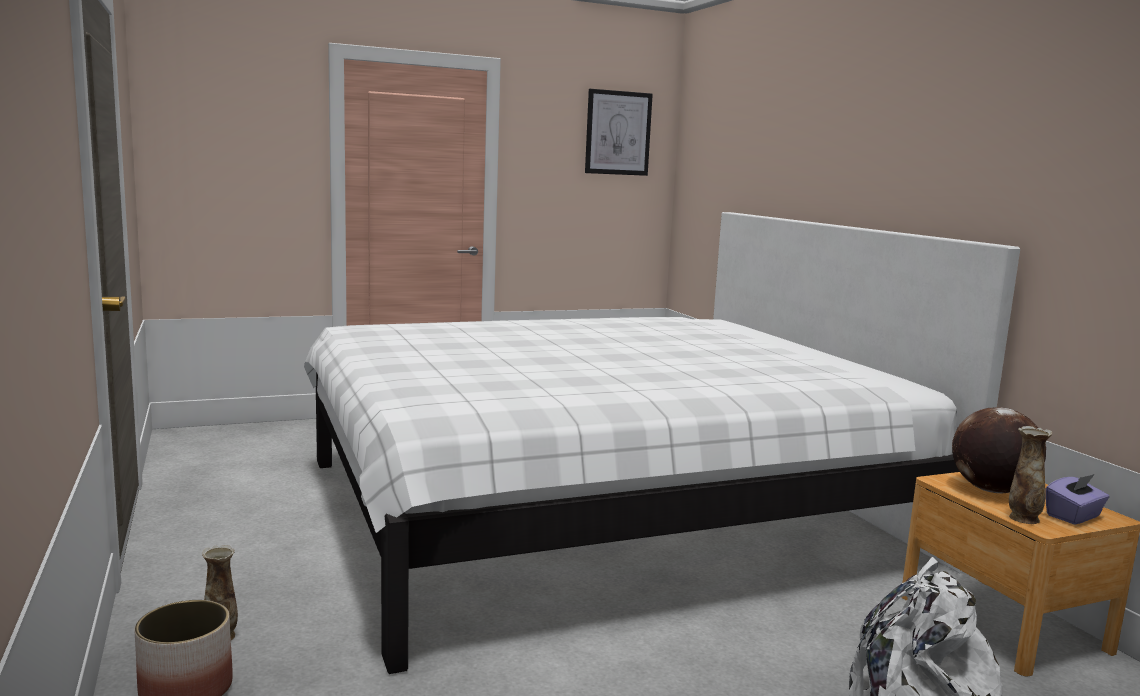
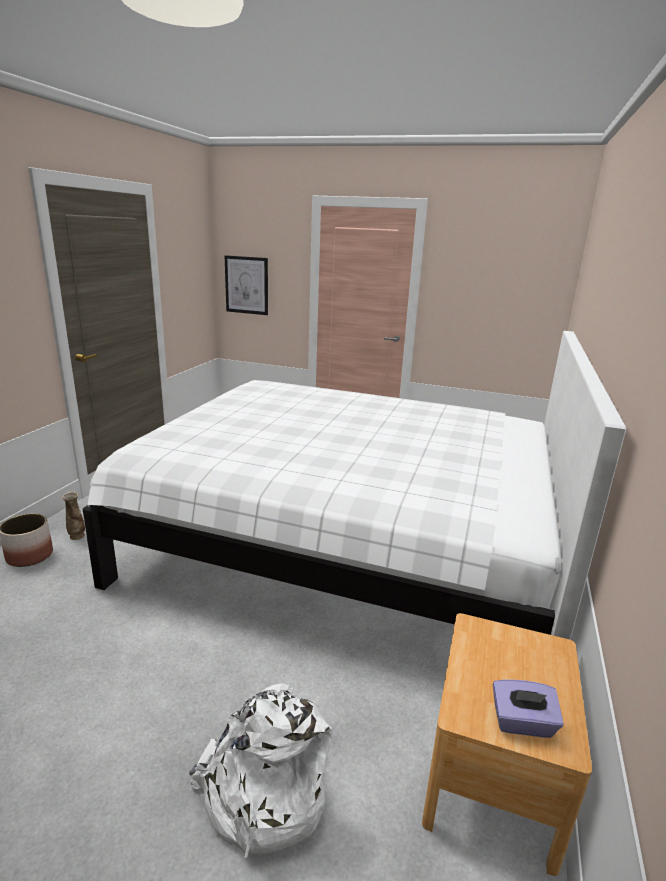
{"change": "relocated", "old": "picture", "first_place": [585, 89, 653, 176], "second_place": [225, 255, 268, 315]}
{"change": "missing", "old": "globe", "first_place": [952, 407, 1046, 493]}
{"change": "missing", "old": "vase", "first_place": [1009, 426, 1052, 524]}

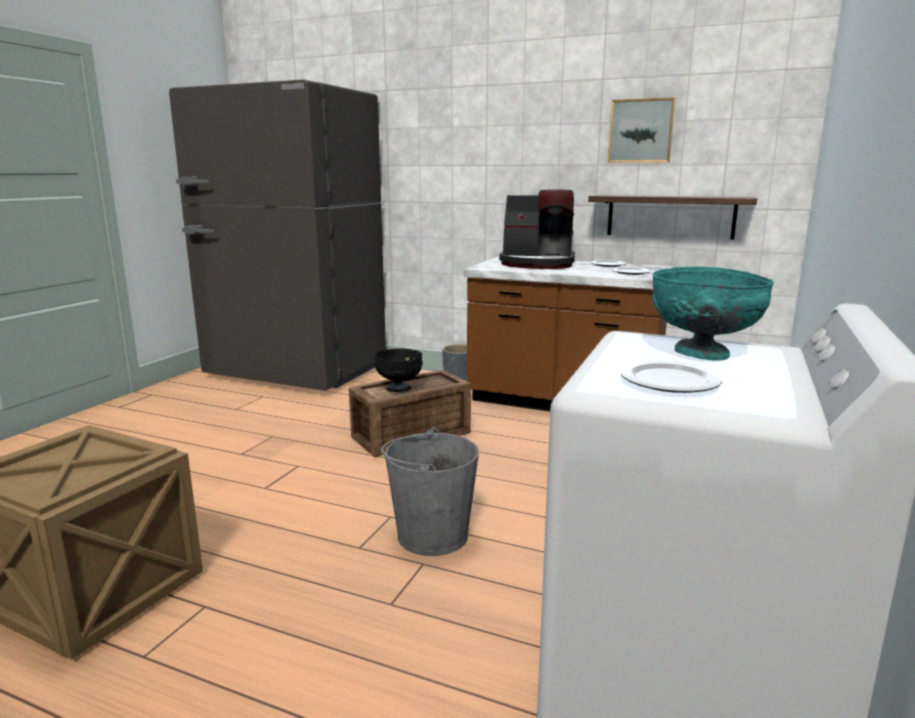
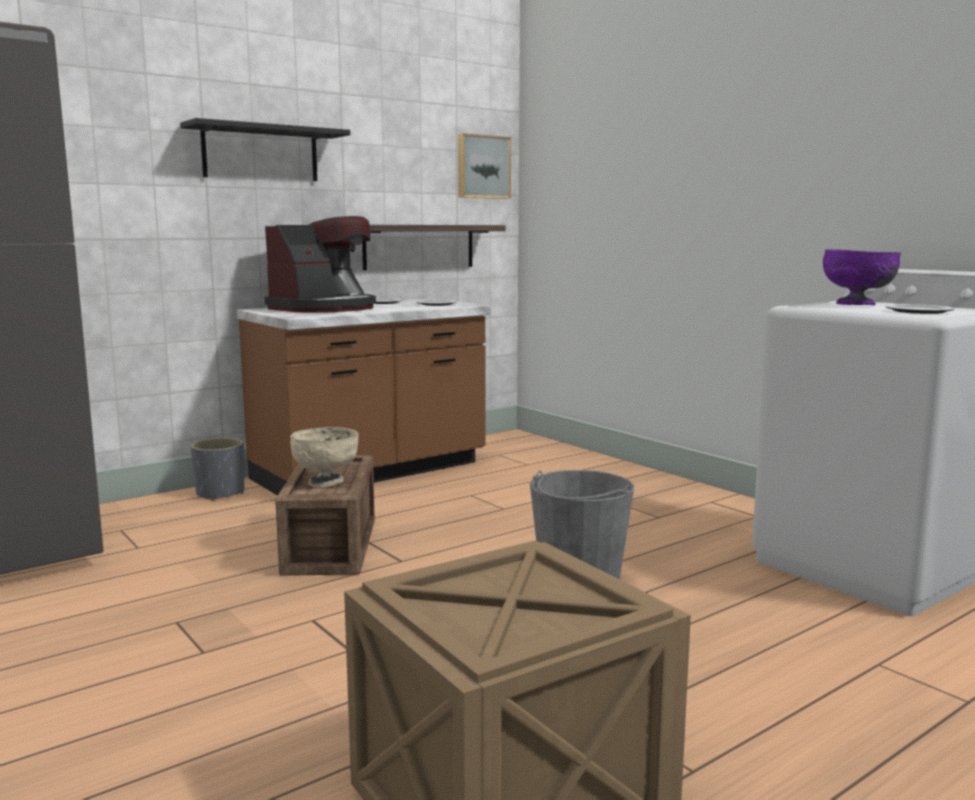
{"change": "colour", "old": "black bowl", "new": "beige bowl", "first_place": [375, 349, 423, 392], "second_place": [290, 427, 359, 487]}
{"change": "relocated", "old": "picture", "first_place": [608, 97, 675, 163], "second_place": [458, 133, 511, 199]}
{"change": "colour", "old": "turquoise bowl", "new": "purple bowl", "first_place": [652, 267, 774, 361], "second_place": [823, 249, 901, 306]}
{"change": "appeared", "new": "black shelf", "second_place": [180, 118, 350, 181]}

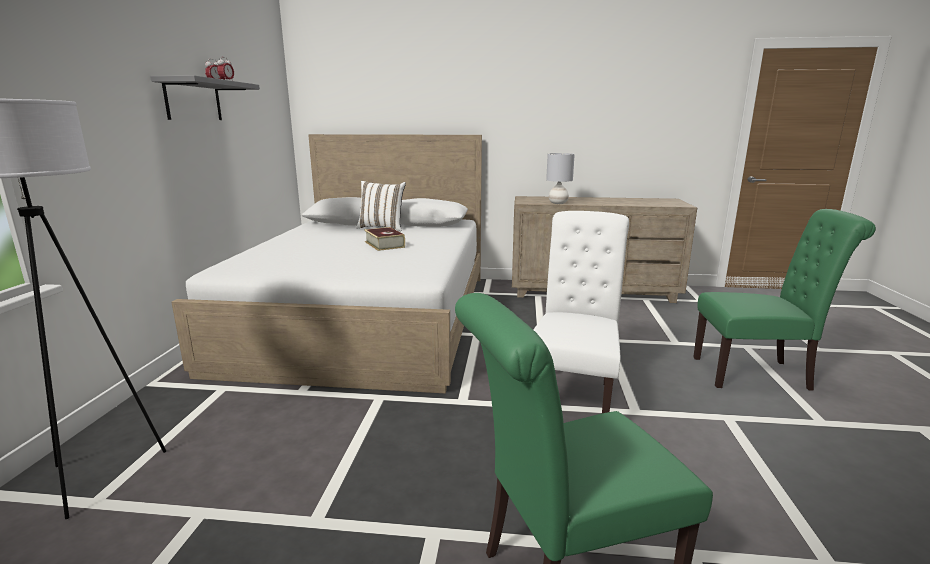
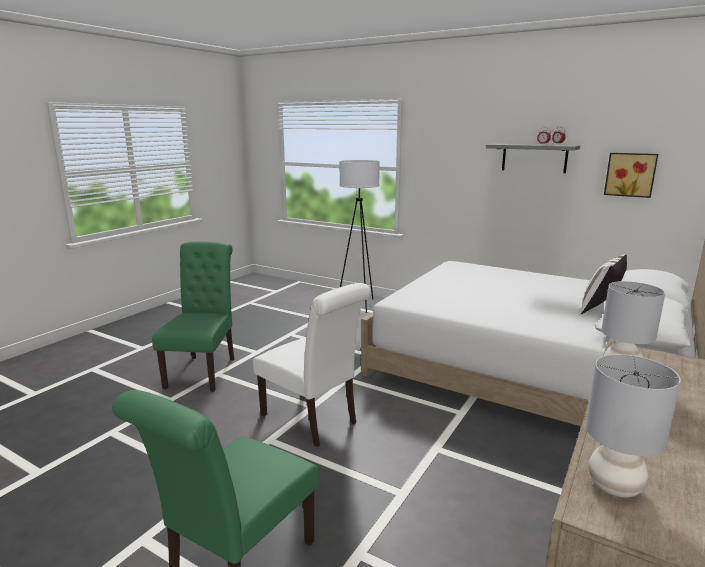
{"change": "missing", "old": "book", "first_place": [364, 227, 405, 251]}
{"change": "appeared", "new": "grey table lamp", "second_place": [586, 354, 681, 498]}
{"change": "appeared", "new": "picture", "second_place": [604, 153, 658, 198]}

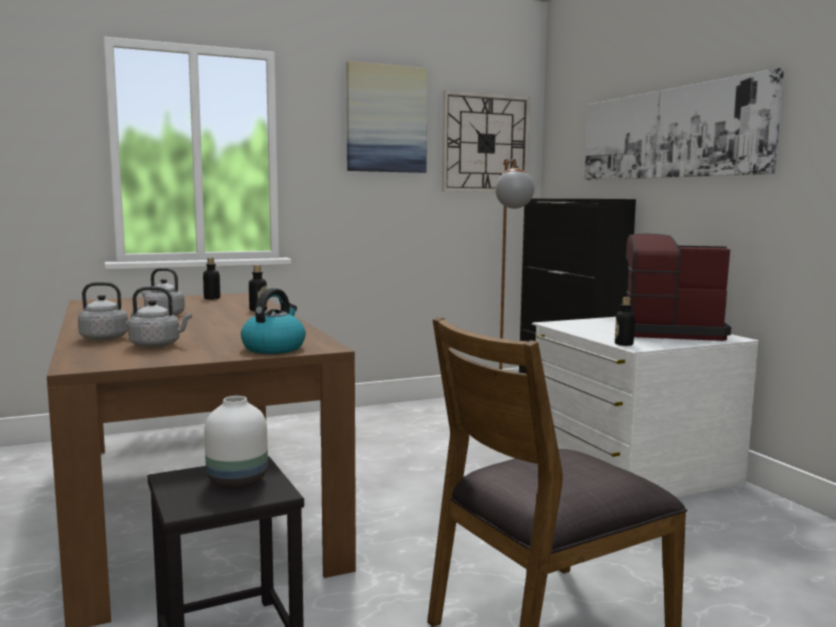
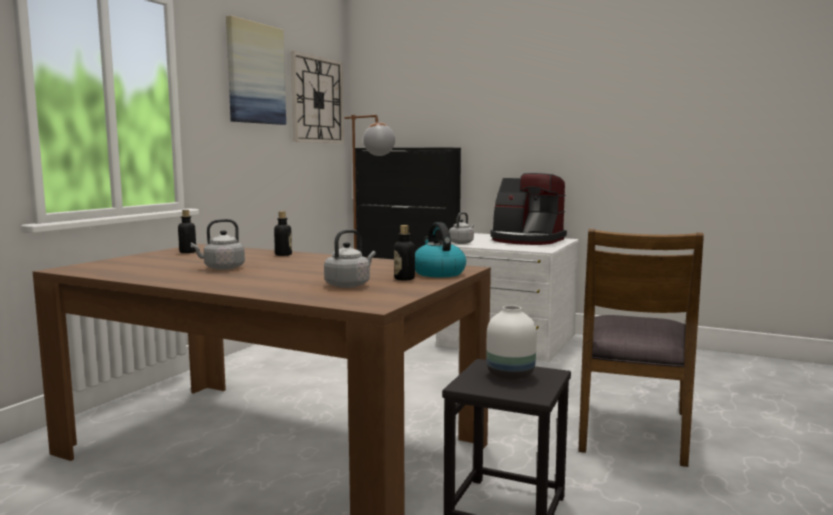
{"change": "relocated", "old": "grey kettle", "first_place": [78, 282, 140, 341], "second_place": [449, 212, 474, 244]}
{"change": "missing", "old": "picture", "first_place": [584, 68, 784, 180]}
{"change": "relocated", "old": "bottle", "first_place": [615, 297, 635, 346], "second_place": [394, 225, 415, 281]}
{"change": "spun", "old": "coffee machine", "first_place": [626, 234, 731, 341], "second_place": [490, 173, 567, 245], "degrees": -120}

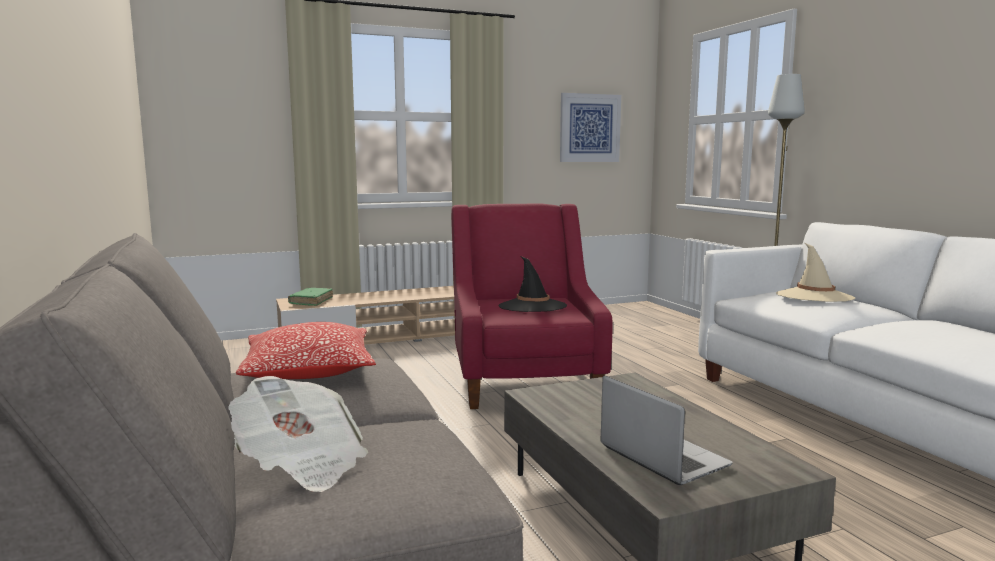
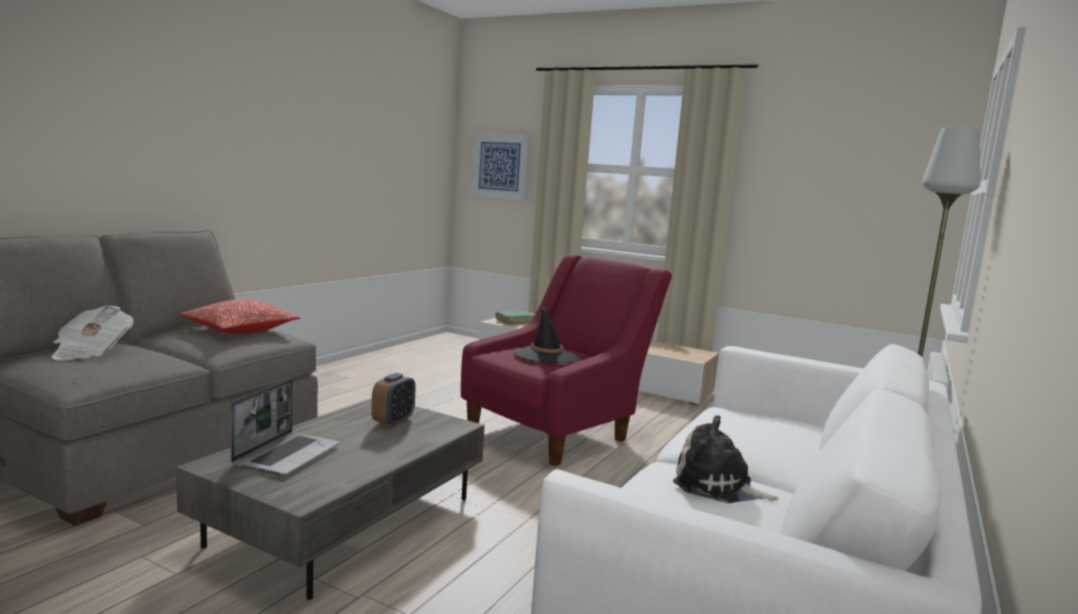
{"change": "relocated", "old": "picture", "first_place": [560, 93, 621, 162], "second_place": [471, 132, 530, 201]}
{"change": "missing", "old": "beige hat", "first_place": [776, 243, 855, 302]}
{"change": "appeared", "new": "alarm clock", "second_place": [371, 373, 416, 427]}
{"change": "appeared", "new": "plush toy", "second_place": [673, 415, 779, 503]}

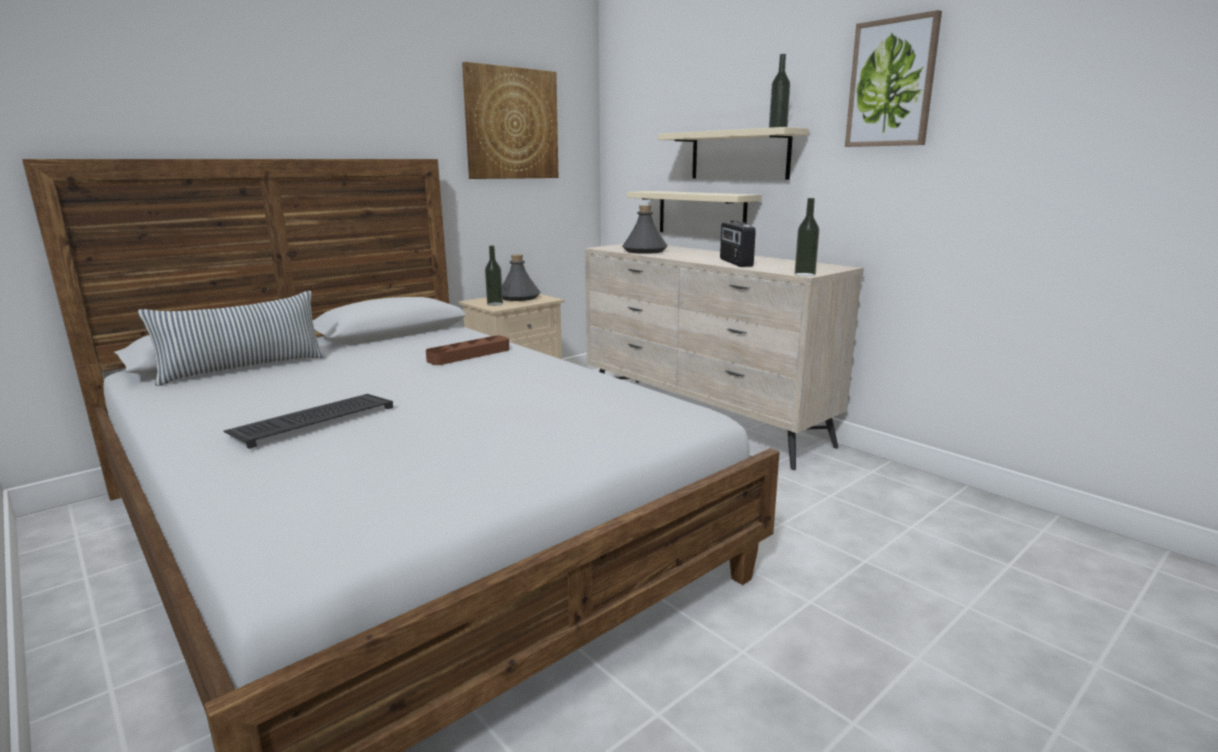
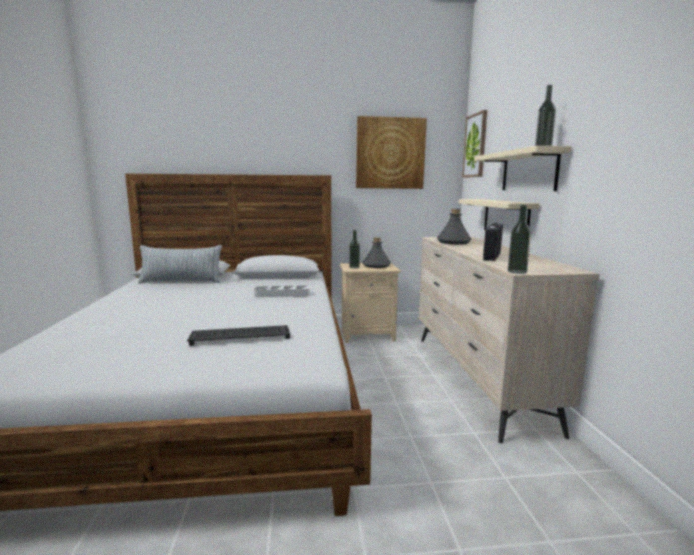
{"change": "relocated", "old": "keyboard", "first_place": [224, 394, 393, 449], "second_place": [187, 325, 290, 346]}
{"change": "colour", "old": "brown tray", "new": "grey tray", "first_place": [426, 336, 509, 365], "second_place": [254, 285, 310, 297]}
{"change": "relocated", "old": "picture", "first_place": [845, 10, 942, 147], "second_place": [462, 110, 487, 178]}

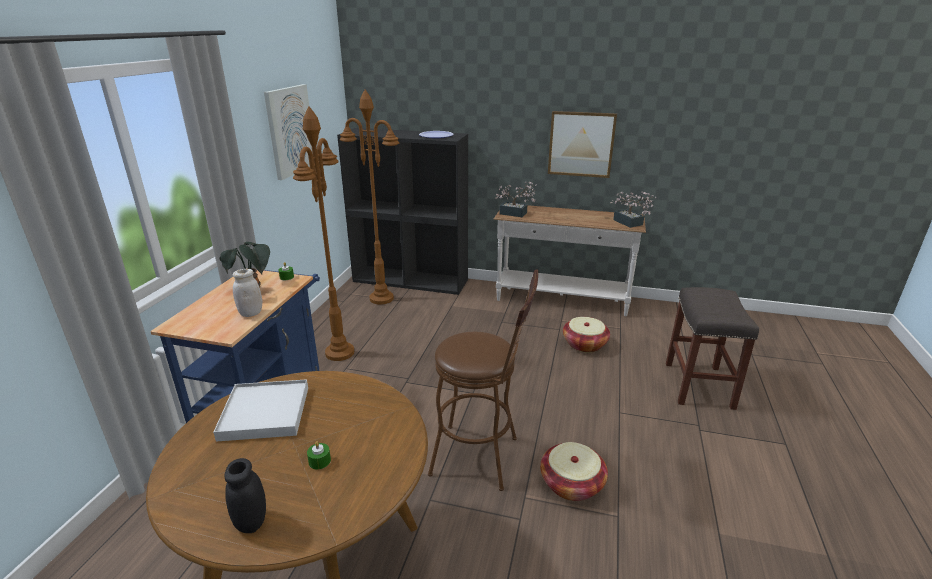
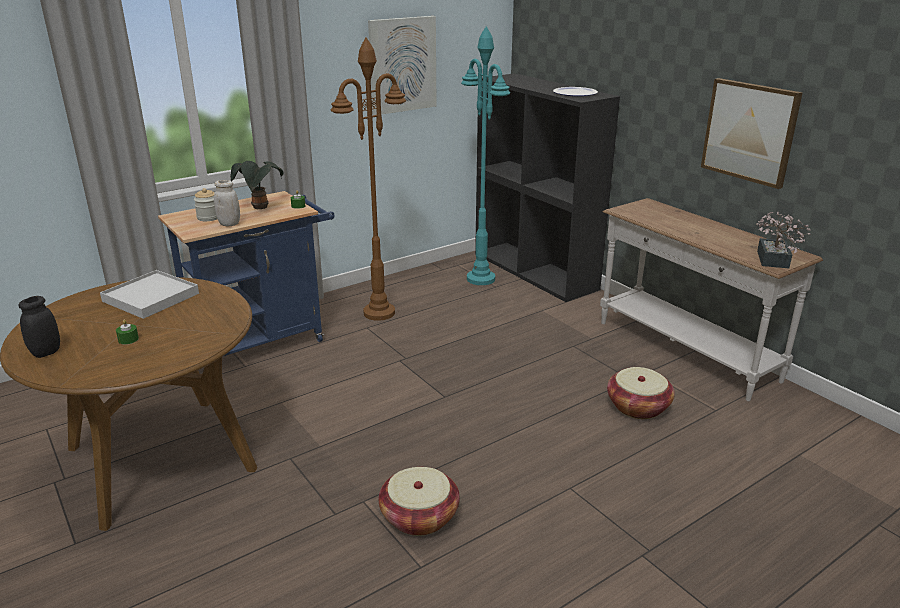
{"change": "colour", "old": "brown floor lamp", "new": "turquoise floor lamp", "first_place": [340, 89, 399, 304], "second_place": [461, 26, 510, 285]}
{"change": "missing", "old": "brown stool", "first_place": [428, 269, 538, 491]}
{"change": "missing", "old": "potted plant", "first_place": [495, 182, 537, 217]}
{"change": "missing", "old": "grey stool", "first_place": [666, 287, 759, 410]}
{"change": "appeared", "new": "jar", "second_place": [194, 188, 217, 221]}

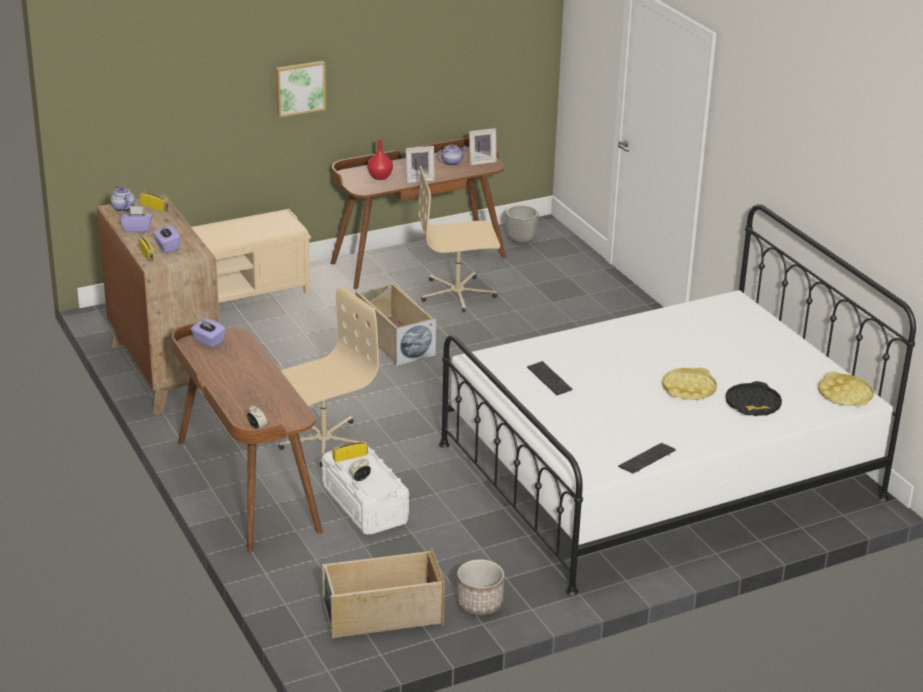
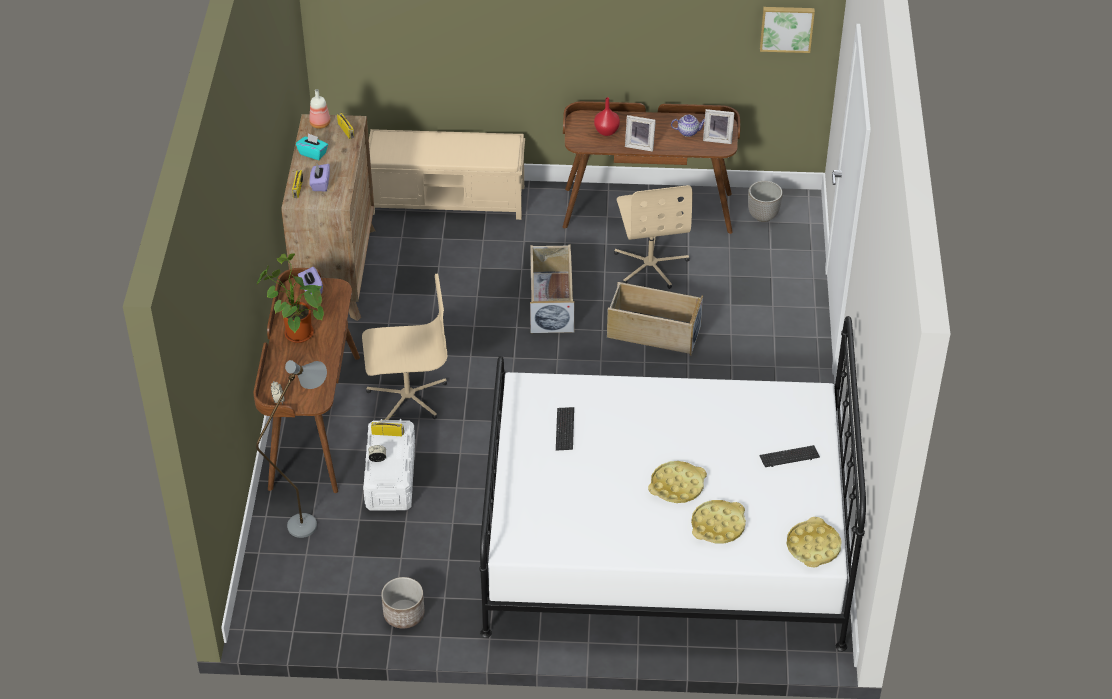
{"change": "exchanged", "old": "teapot", "new": "bottle", "first_place": [111, 186, 135, 212], "second_place": [309, 89, 330, 129]}
{"change": "colour", "old": "purple tissue box", "new": "turquoise tissue box", "first_place": [120, 206, 153, 232], "second_place": [296, 133, 328, 160]}
{"change": "relocated", "old": "picture", "first_place": [276, 61, 326, 117], "second_place": [760, 7, 815, 53]}
{"change": "relocated", "old": "beige storage box", "first_place": [322, 548, 445, 638], "second_place": [607, 282, 703, 356]}
{"change": "spun", "old": "beige office chair", "first_place": [418, 166, 500, 312], "second_place": [614, 185, 693, 289], "degrees": -120}
{"change": "relocated", "old": "keyboard", "first_place": [618, 443, 676, 473], "second_place": [759, 445, 820, 467]}
{"change": "colour", "old": "black tray", "new": "yellow tray", "first_place": [726, 381, 782, 416], "second_place": [691, 500, 746, 543]}
{"change": "appeared", "new": "potted plant", "second_place": [256, 253, 324, 343]}
{"change": "appeared", "new": "grey floor lamp", "second_place": [256, 360, 327, 538]}

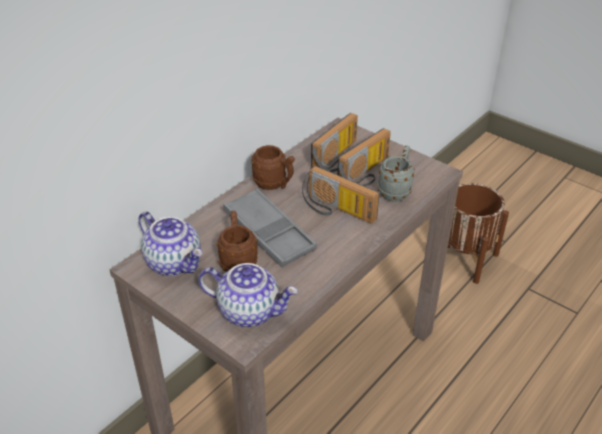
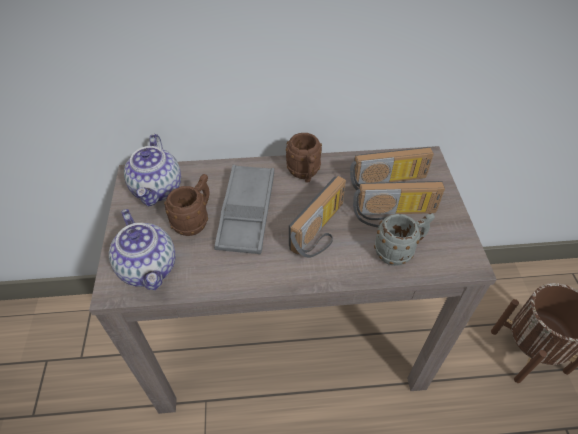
{"change": "spun", "old": "radio", "first_place": [302, 166, 379, 224], "second_place": [289, 176, 346, 258], "degrees": -135}

